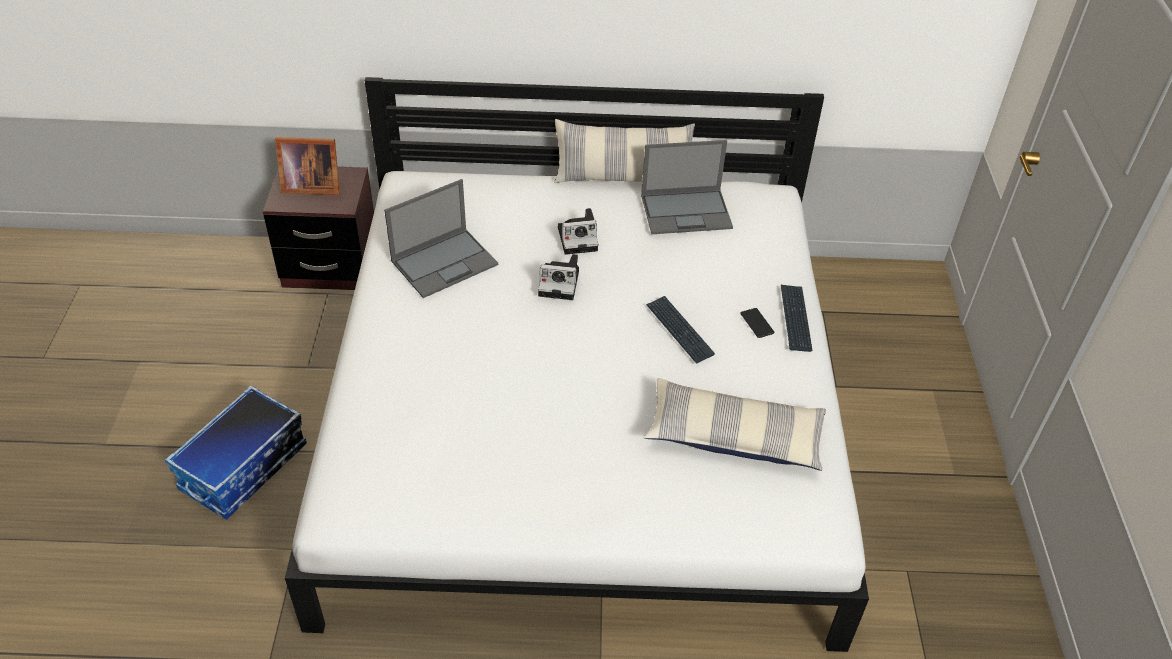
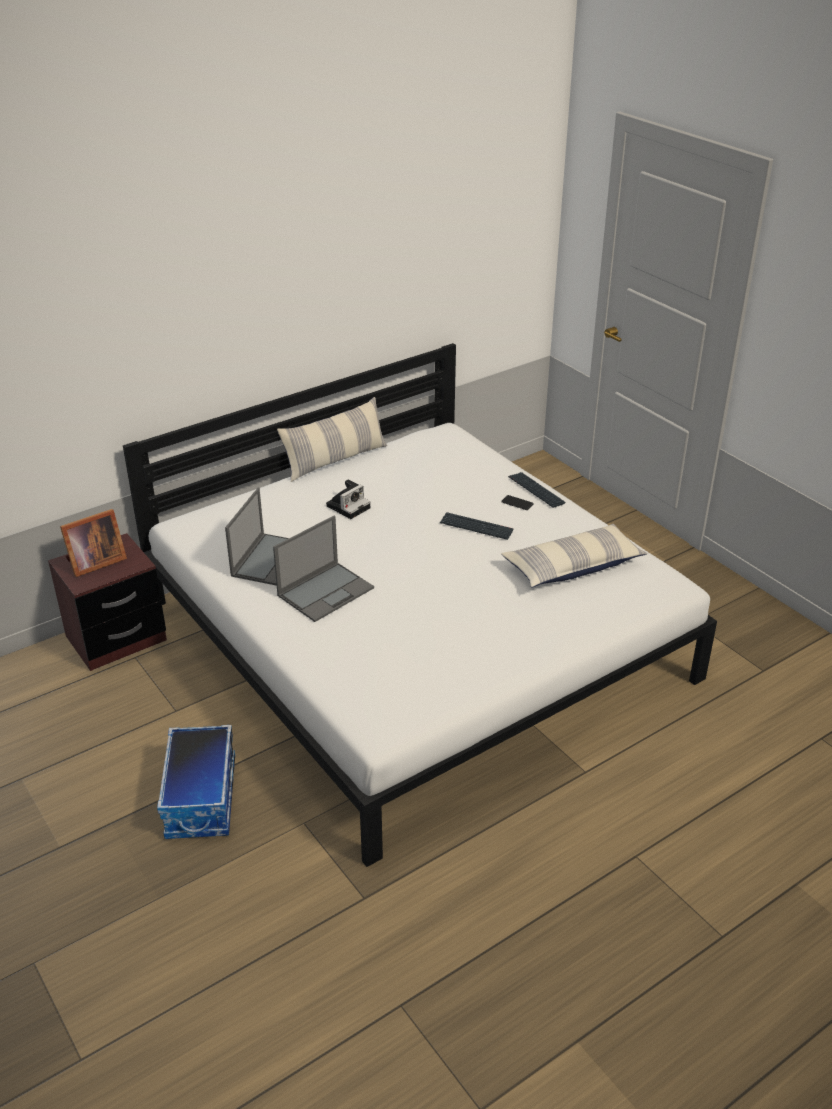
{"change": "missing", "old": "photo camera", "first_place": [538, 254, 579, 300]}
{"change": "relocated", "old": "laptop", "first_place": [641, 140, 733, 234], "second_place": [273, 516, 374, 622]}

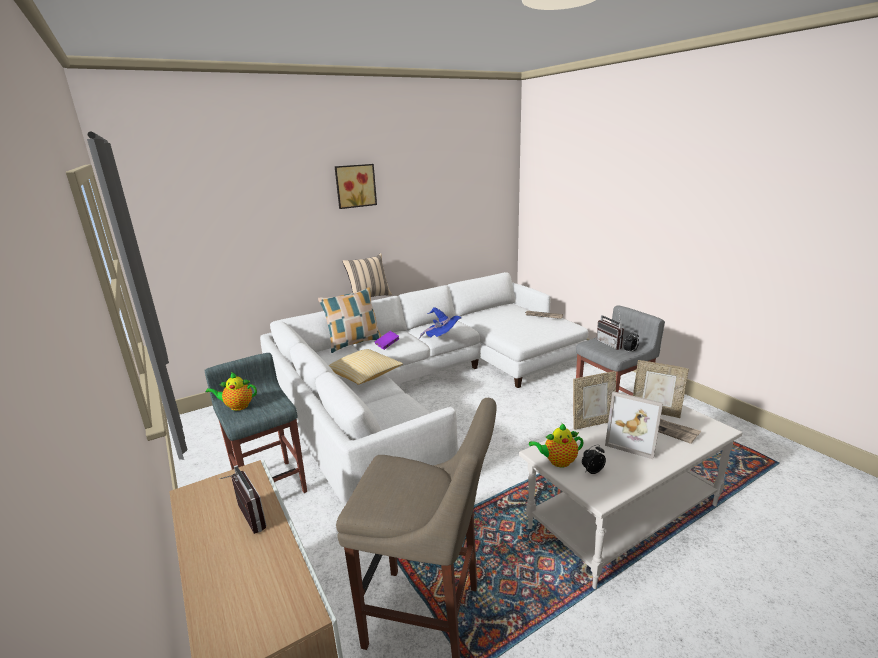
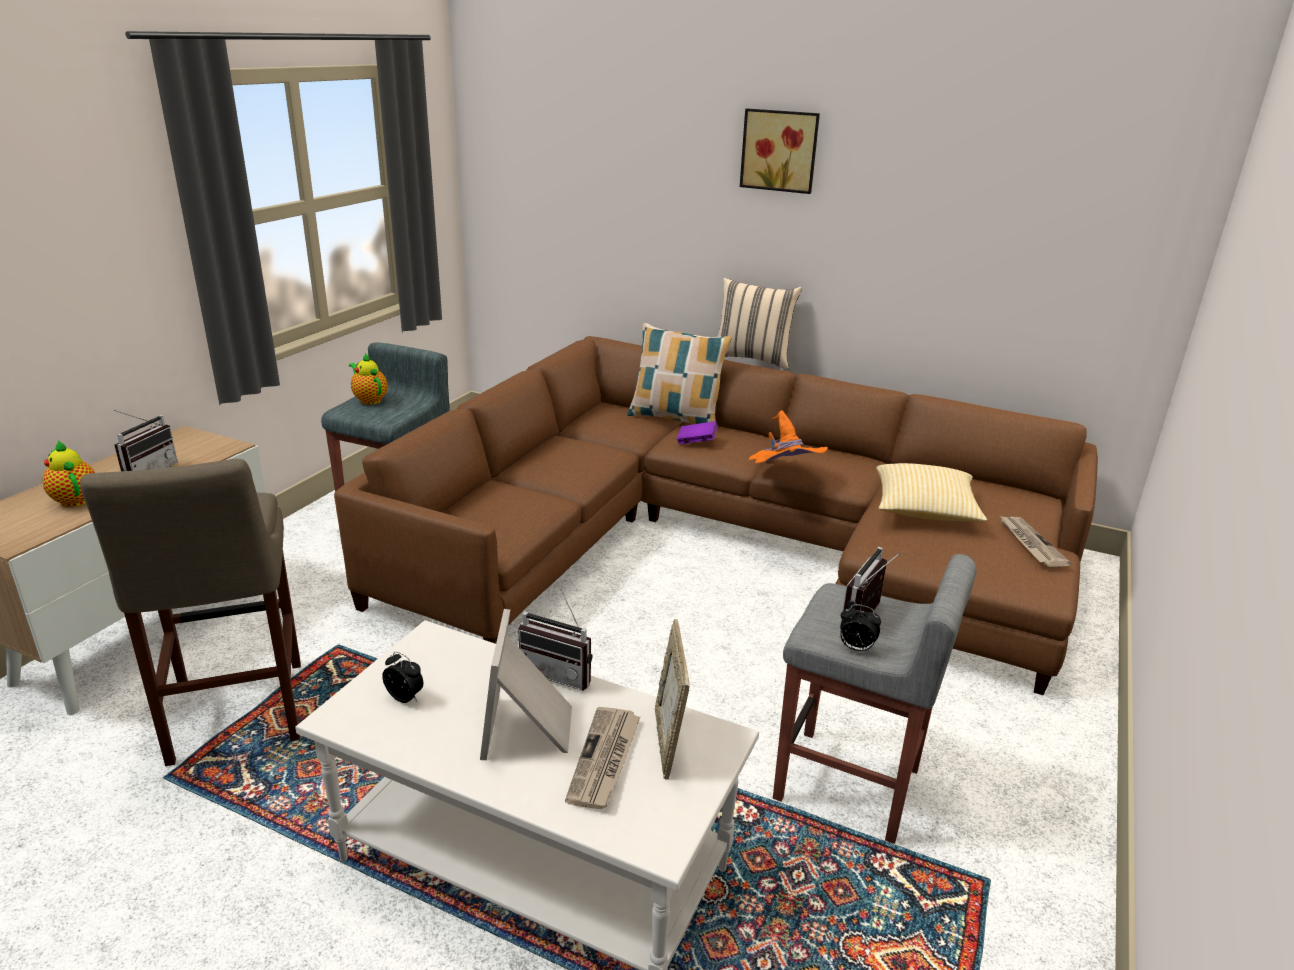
{"change": "colour", "old": "white sofa", "new": "brown sofa", "first_place": [260, 272, 588, 507], "second_place": [334, 336, 1098, 695]}
{"change": "relocated", "old": "pillow", "first_place": [329, 349, 403, 385], "second_place": [876, 463, 987, 522]}
{"change": "colour", "old": "blue hat", "new": "orange hat", "first_place": [419, 307, 461, 339], "second_place": [749, 410, 828, 464]}
{"change": "relocated", "old": "teapot", "first_place": [529, 423, 584, 468], "second_place": [43, 440, 95, 507]}
{"change": "exchanged", "old": "picture frame", "new": "radio", "first_place": [573, 371, 616, 430], "second_place": [518, 589, 593, 691]}

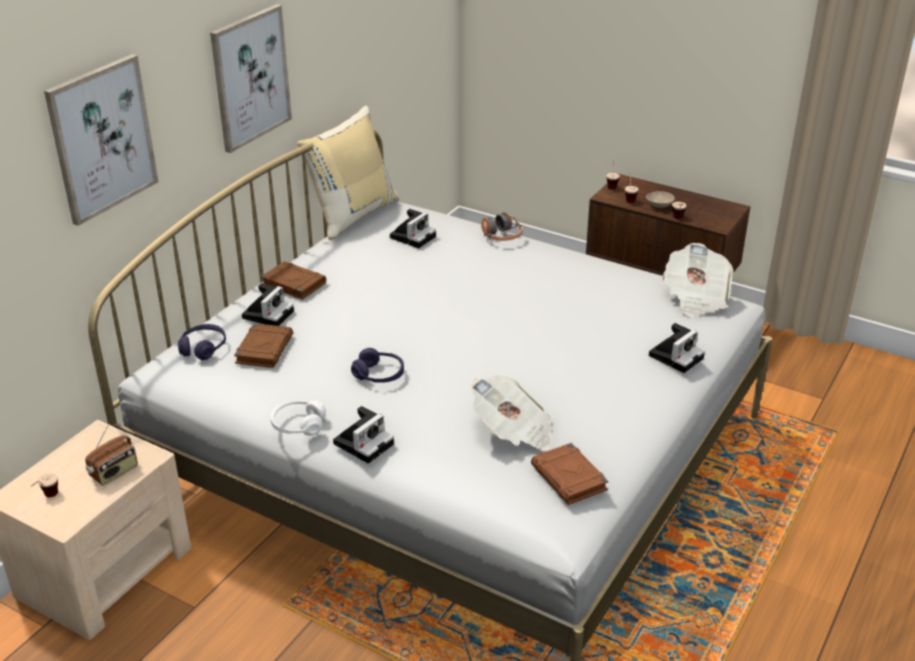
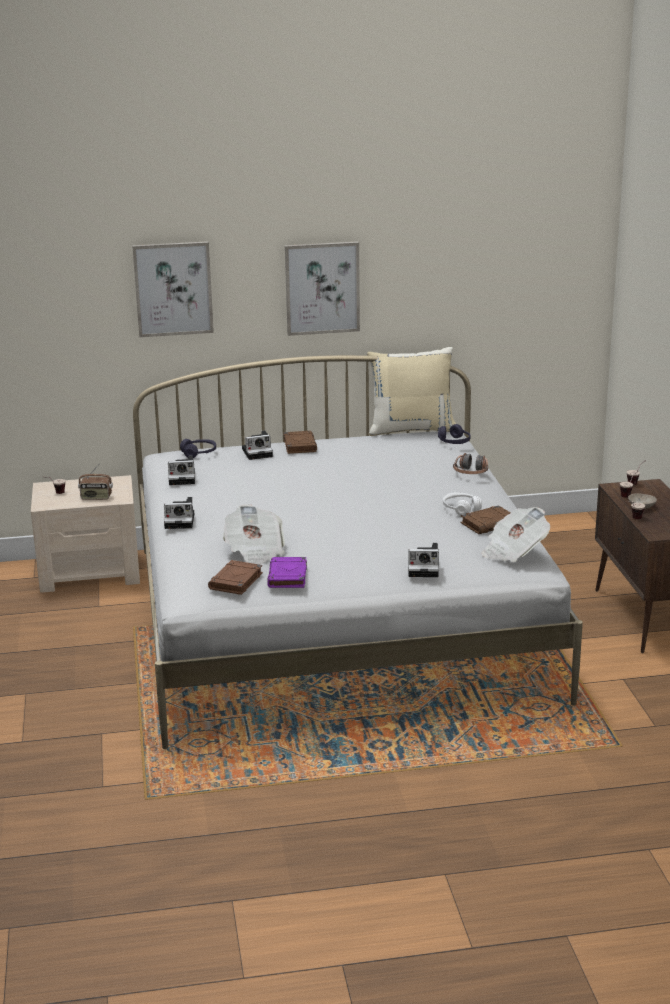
{"change": "relocated", "old": "brown book", "first_place": [234, 323, 293, 368], "second_place": [460, 505, 511, 534]}
{"change": "relocated", "old": "white headphones", "first_place": [270, 400, 326, 436], "second_place": [443, 492, 482, 516]}
{"change": "relocated", "old": "purple headphones", "first_place": [351, 348, 404, 383], "second_place": [438, 424, 471, 444]}
{"change": "relocated", "old": "photo camera", "first_place": [390, 209, 436, 248], "second_place": [168, 455, 195, 485]}
{"change": "appeared", "new": "purple book", "second_place": [267, 557, 307, 588]}

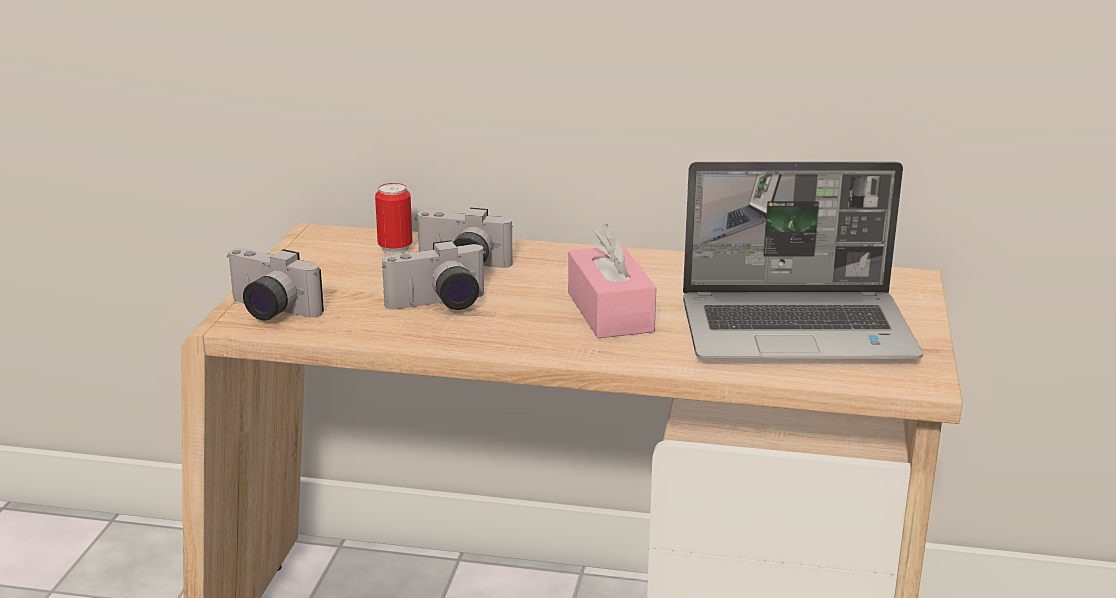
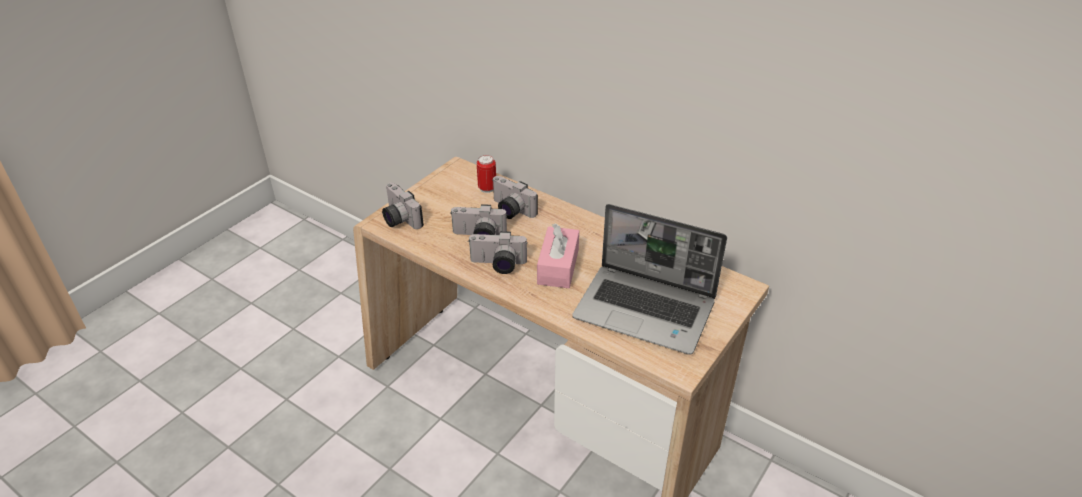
{"change": "appeared", "new": "photo camera", "second_place": [468, 231, 528, 274]}

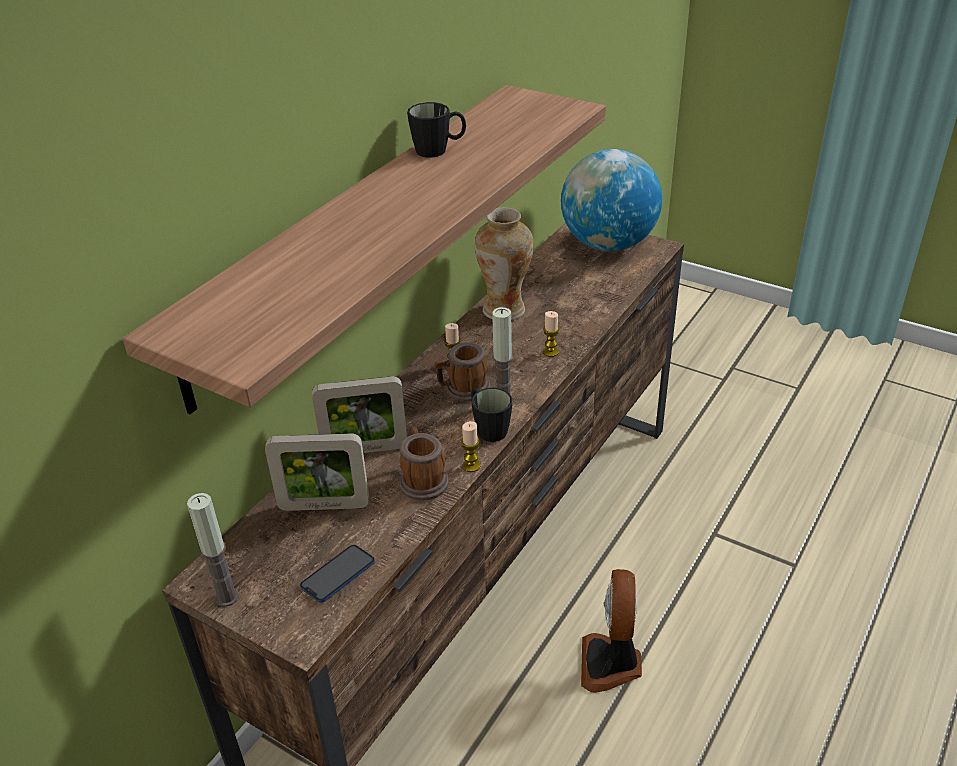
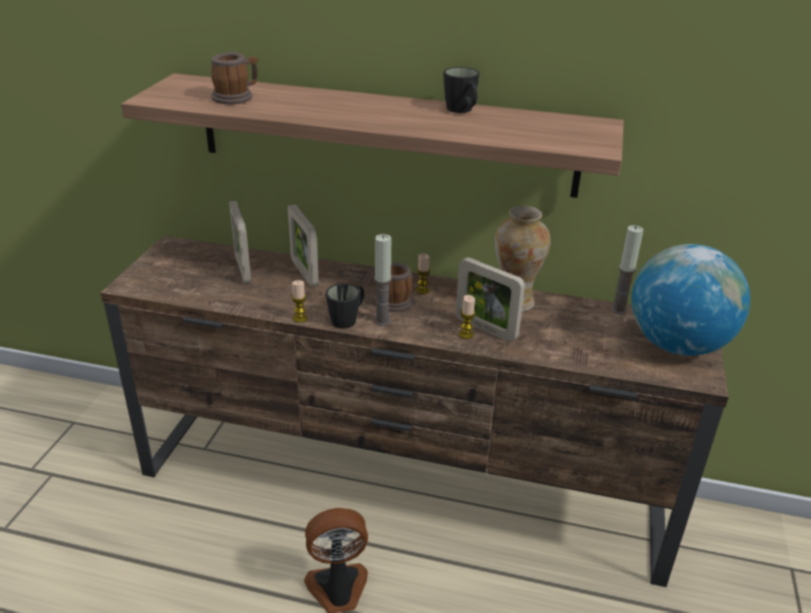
{"change": "relocated", "old": "candle", "first_place": [187, 493, 239, 607], "second_place": [611, 225, 644, 314]}
{"change": "missing", "old": "phone", "first_place": [300, 545, 375, 603]}
{"change": "relocated", "old": "mug", "first_place": [399, 427, 449, 501], "second_place": [211, 52, 258, 104]}
{"change": "appeared", "new": "picture frame", "second_place": [456, 257, 525, 342]}

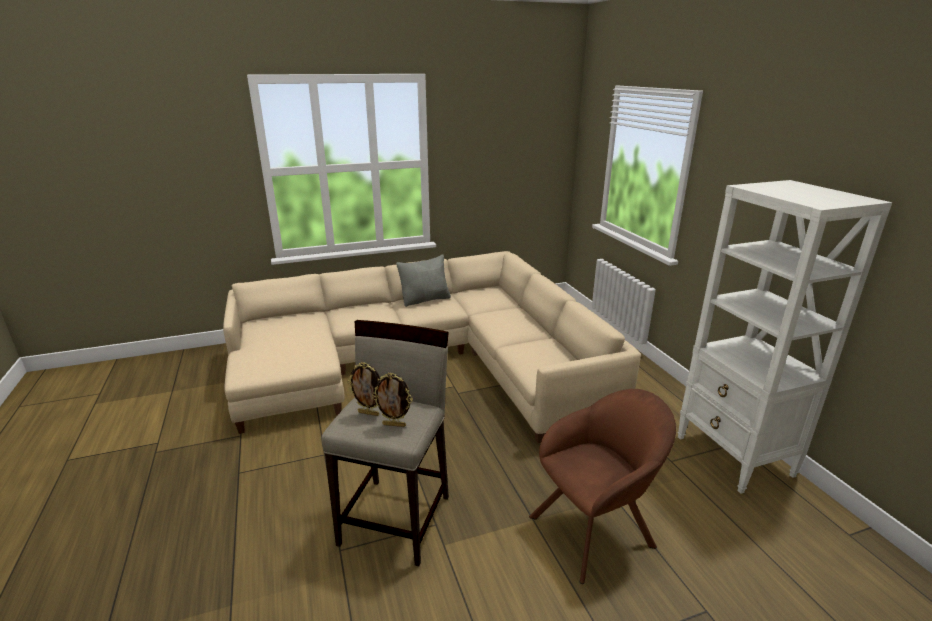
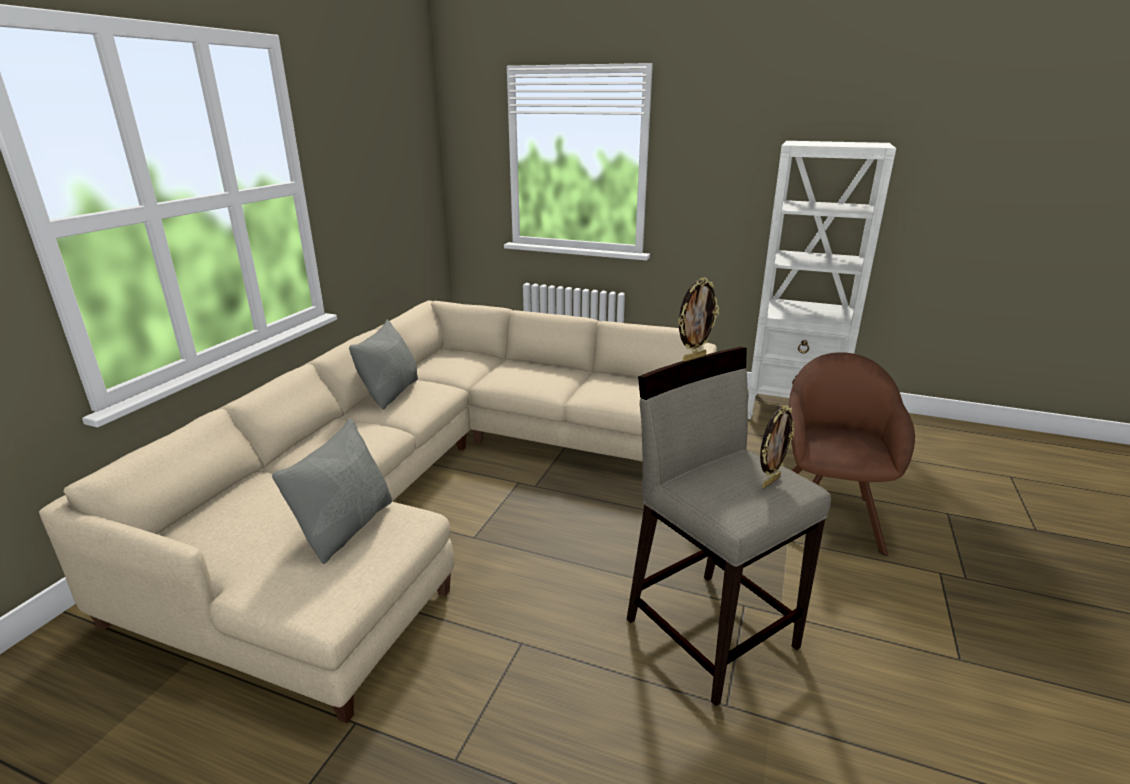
{"change": "relocated", "old": "picture frame", "first_place": [347, 362, 380, 416], "second_place": [678, 277, 719, 362]}
{"change": "appeared", "new": "grey pillow", "second_place": [272, 418, 392, 564]}

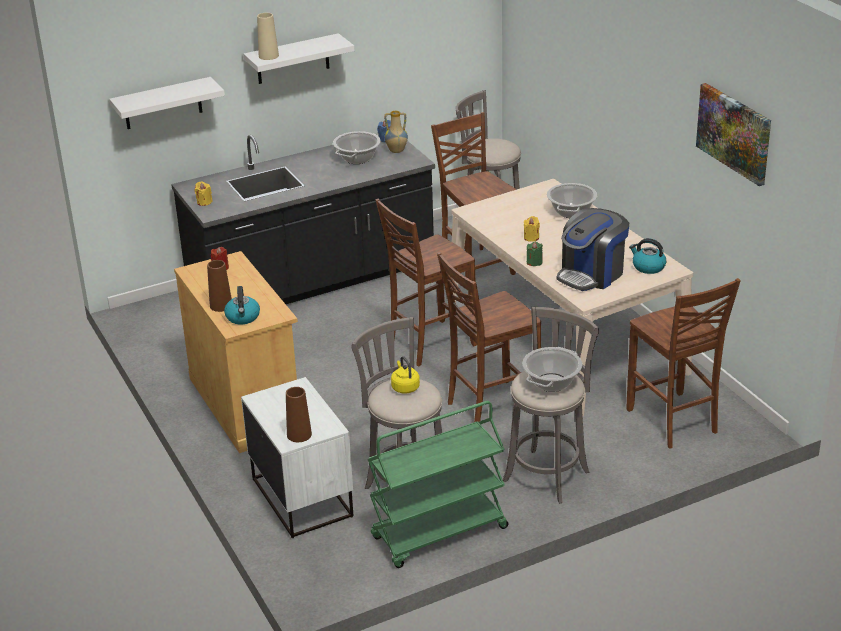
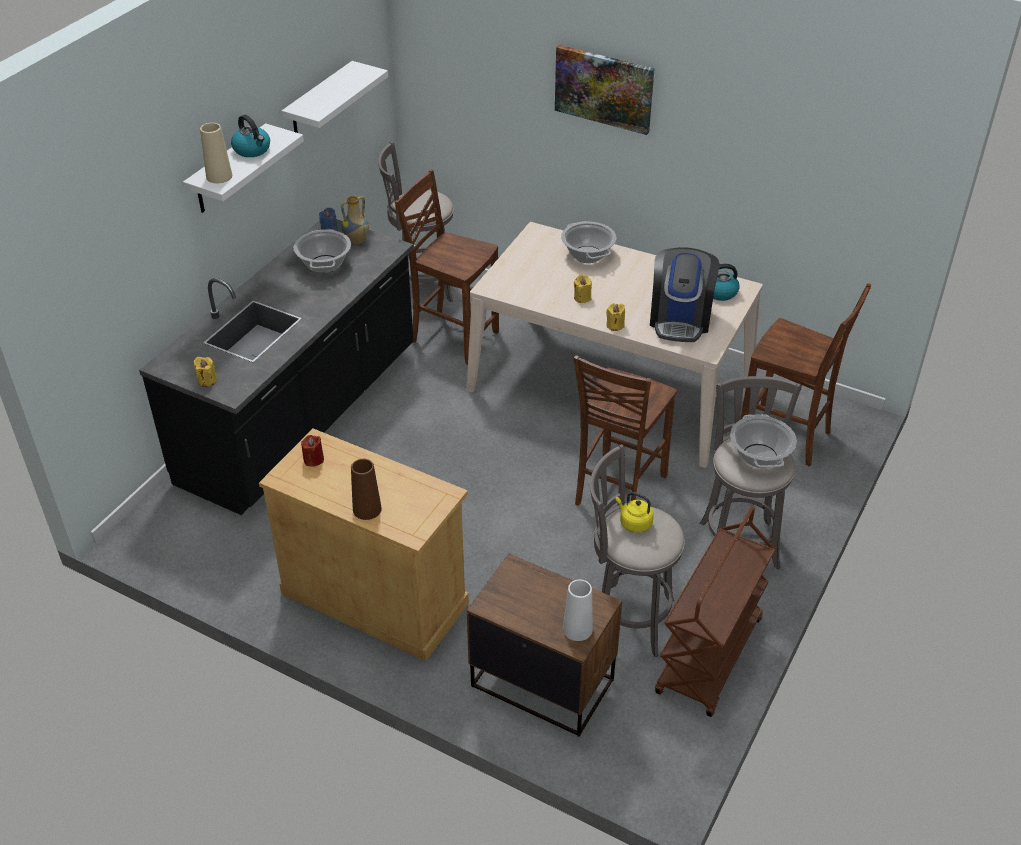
{"change": "relocated", "old": "white shelf", "first_place": [109, 77, 225, 129], "second_place": [282, 61, 388, 133]}
{"change": "relocated", "old": "kettle", "first_place": [224, 286, 260, 325], "second_place": [231, 115, 270, 157]}
{"change": "colour", "old": "white nightstand", "new": "brown nightstand", "first_place": [241, 377, 354, 538], "second_place": [467, 554, 622, 737]}
{"change": "colour", "old": "brown vase", "new": "white vase", "first_place": [286, 387, 312, 442], "second_place": [563, 579, 593, 641]}
{"change": "colour", "old": "green cart", "new": "brown cart", "first_place": [367, 401, 508, 568], "second_place": [655, 507, 775, 717]}
{"change": "missing", "old": "brown chair", "first_place": [375, 199, 477, 366]}
{"change": "colour", "old": "green candle", "new": "yellow candle", "first_place": [527, 242, 543, 266], "second_place": [606, 303, 625, 331]}
{"change": "relocated", "old": "picture", "first_place": [696, 83, 771, 186], "second_place": [555, 45, 654, 135]}

